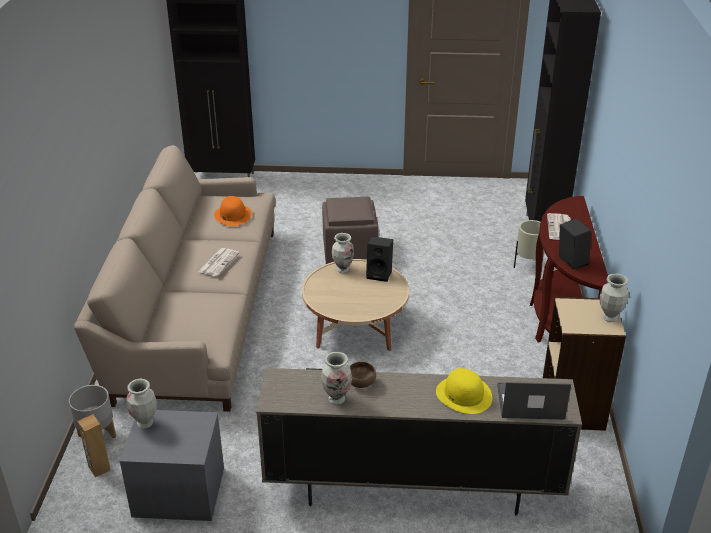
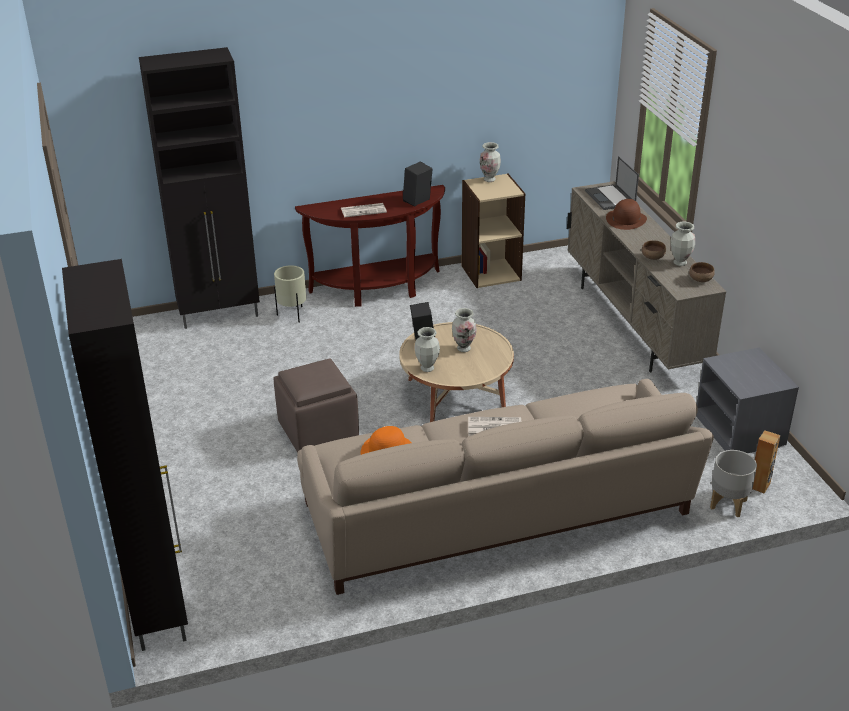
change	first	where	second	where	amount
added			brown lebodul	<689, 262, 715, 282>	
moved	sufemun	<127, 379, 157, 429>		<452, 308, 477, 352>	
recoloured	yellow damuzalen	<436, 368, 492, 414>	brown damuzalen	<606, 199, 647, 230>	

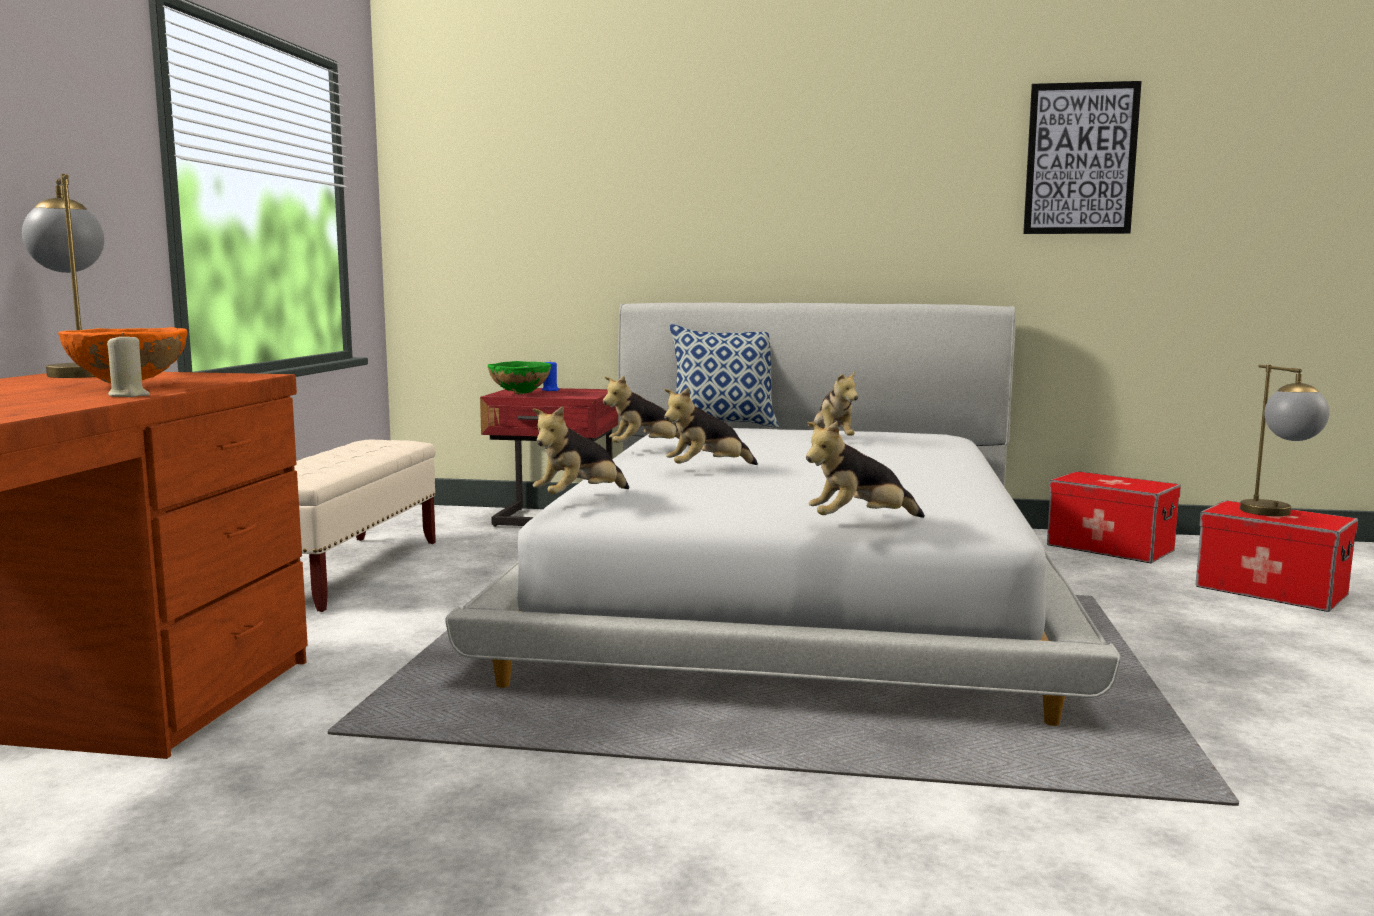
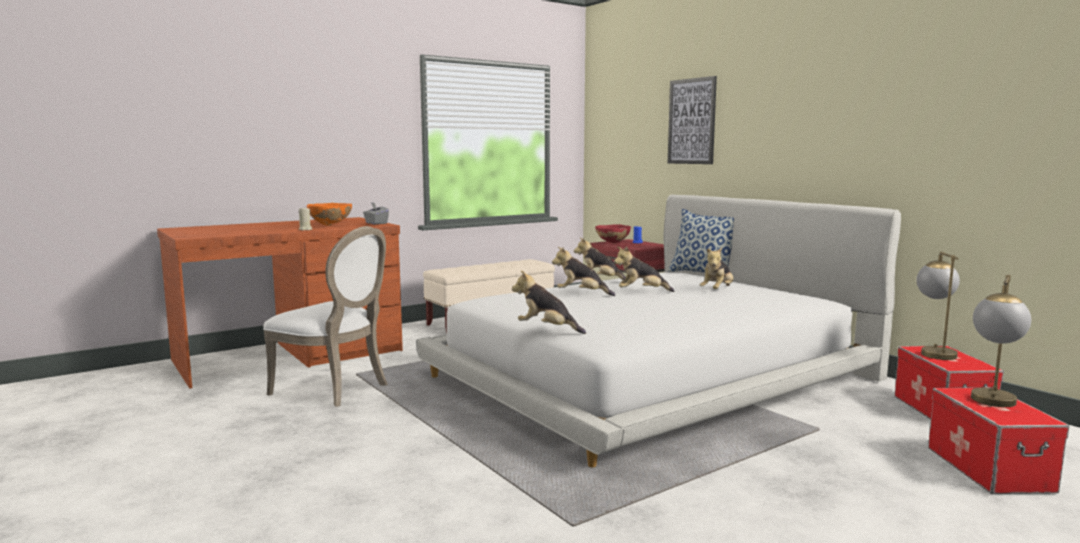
change	first	where	second	where	amount
added			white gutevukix	<263, 226, 387, 407>	
added			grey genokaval	<363, 202, 389, 224>	
moved	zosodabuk	<22, 174, 104, 378>		<916, 252, 960, 360>	
moved	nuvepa	<533, 406, 629, 494>		<614, 246, 675, 292>	
moved	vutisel	<1023, 81, 1142, 234>		<668, 76, 717, 164>	
recoloured	green lebodul	<488, 361, 551, 394>	red lebodul	<595, 225, 631, 243>	

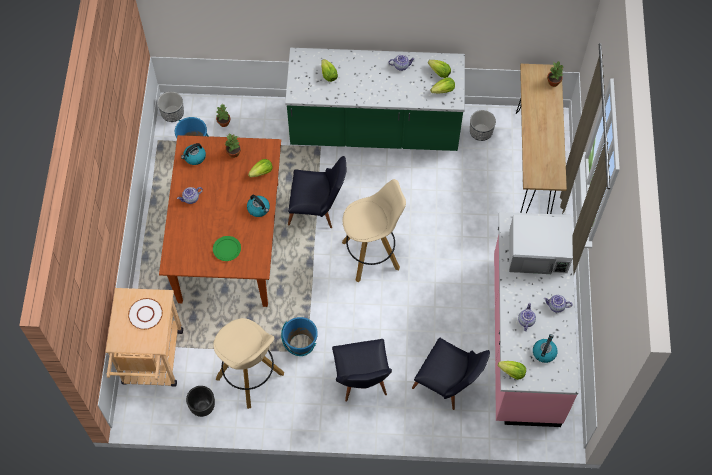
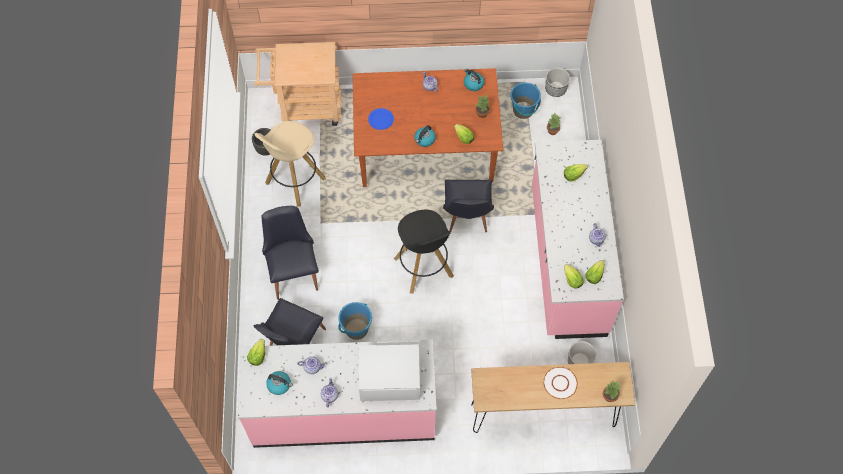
change	first	where	second	where	amount
moved	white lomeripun	<128, 298, 163, 330>		<543, 367, 578, 399>	
moved	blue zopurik	<281, 317, 318, 356>		<338, 302, 372, 340>	
recoloured	green lomeripun	<213, 236, 241, 261>	blue lomeripun	<368, 108, 394, 130>	
recoloured	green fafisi	<285, 48, 465, 151>	pink fafisi	<532, 140, 624, 339>	
recoloured	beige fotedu	<342, 179, 406, 283>	black fotedu	<394, 210, 454, 294>	
turned	black gutevukix	<332, 339, 392, 402>		<262, 206, 319, 300>	90 degrees clockwise
turned	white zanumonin	<509, 215, 573, 274>		<359, 342, 420, 401>	90 degrees clockwise

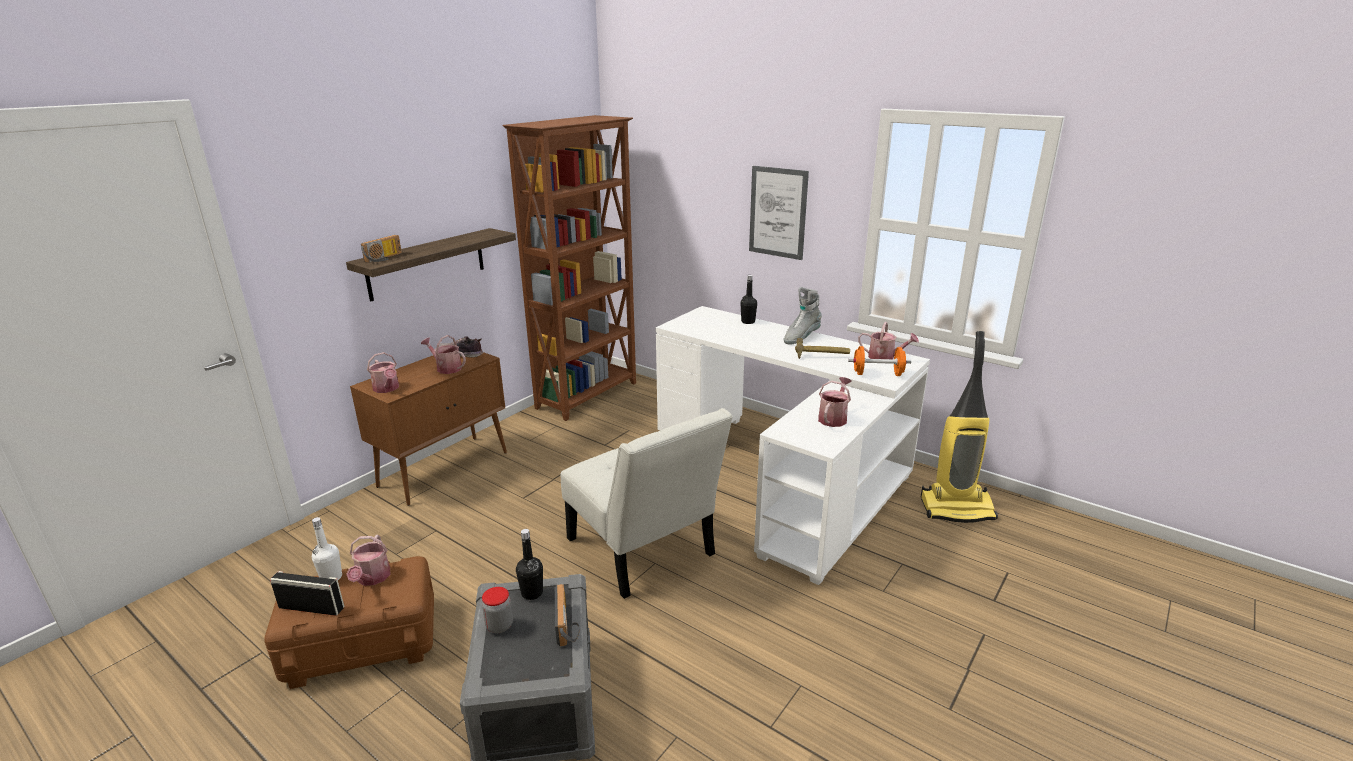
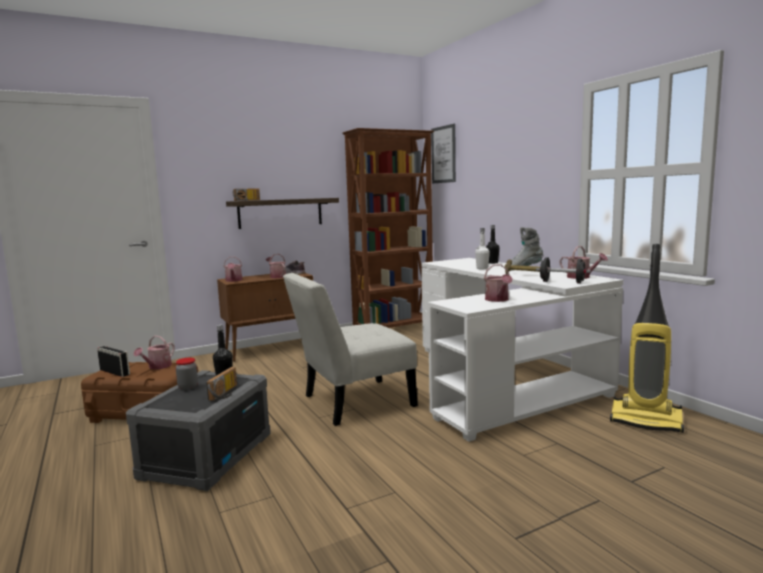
change	first	where	second	where	amount
moved	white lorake	<312, 517, 342, 580>		<475, 228, 490, 269>	
moved	vutisel	<749, 166, 809, 260>		<431, 124, 456, 183>	
recoloured	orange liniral	<848, 346, 911, 376>	black liniral	<536, 257, 591, 284>	
turned	white gutevukix	<561, 408, 733, 599>		<283, 273, 418, 426>	75 degrees clockwise
turned	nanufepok	<818, 377, 851, 427>		<484, 264, 513, 302>	120 degrees clockwise

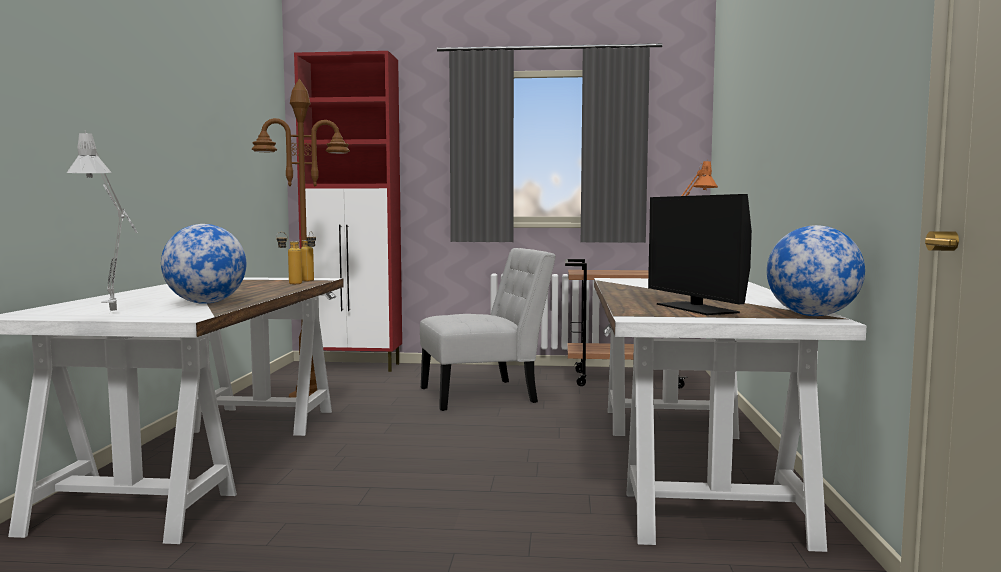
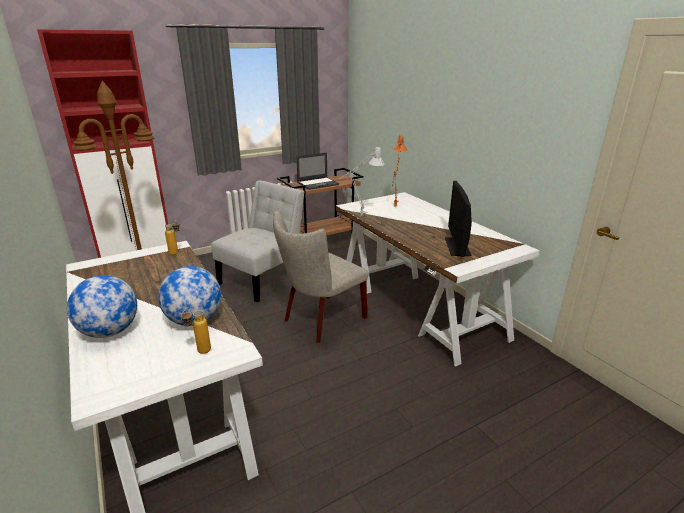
change	first	where	second	where	amount
added			beige gutevukix	<273, 210, 368, 343>	
added			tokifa	<296, 153, 339, 190>	
moved	grey zosodabuk	<67, 130, 138, 311>		<339, 146, 385, 216>	
moved	lorake	<276, 232, 302, 284>		<181, 309, 211, 354>	
moved	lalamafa	<767, 225, 865, 316>		<67, 275, 137, 338>	
turned	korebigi	<648, 194, 752, 315>		<445, 181, 472, 257>	60 degrees clockwise

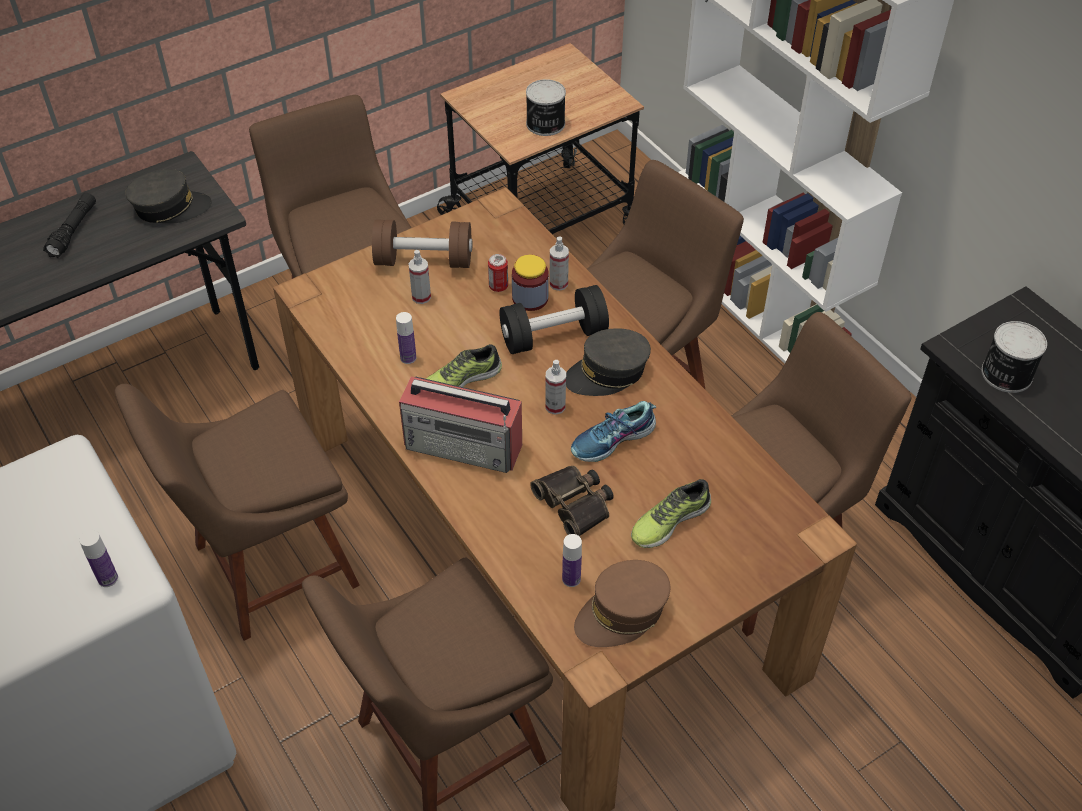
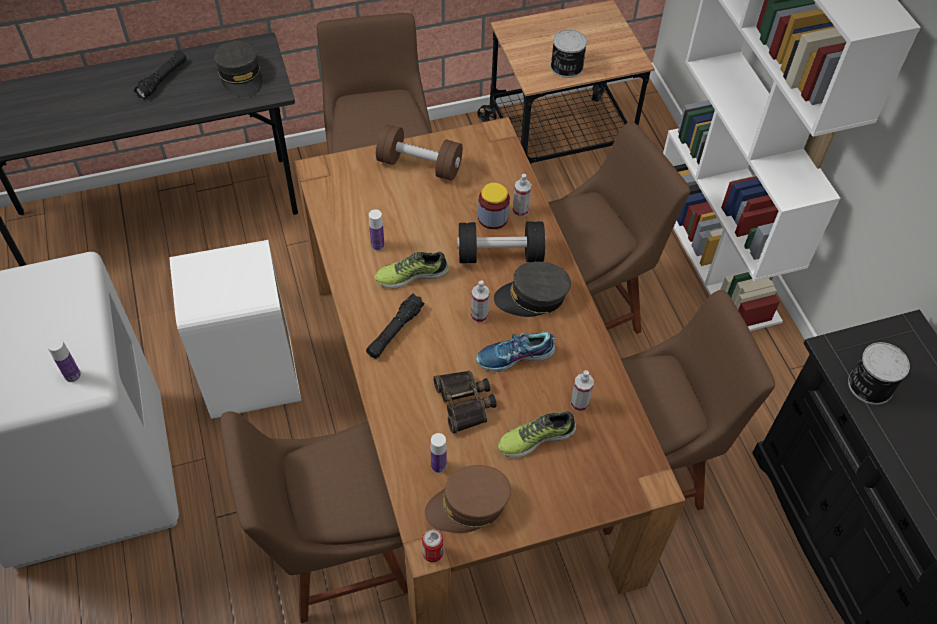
change	first	where	second	where	amount
moved	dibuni	<408, 250, 431, 304>		<571, 370, 594, 412>	
moved	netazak	<488, 254, 508, 292>		<422, 530, 443, 562>	
replaced	brown gutevukix	<115, 384, 360, 641>	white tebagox	<170, 240, 301, 419>	
replaced	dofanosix	<399, 377, 522, 473>	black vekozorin	<366, 293, 424, 359>	
turned	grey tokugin	<125, 169, 212, 224>		<214, 40, 263, 98>	60 degrees clockwise

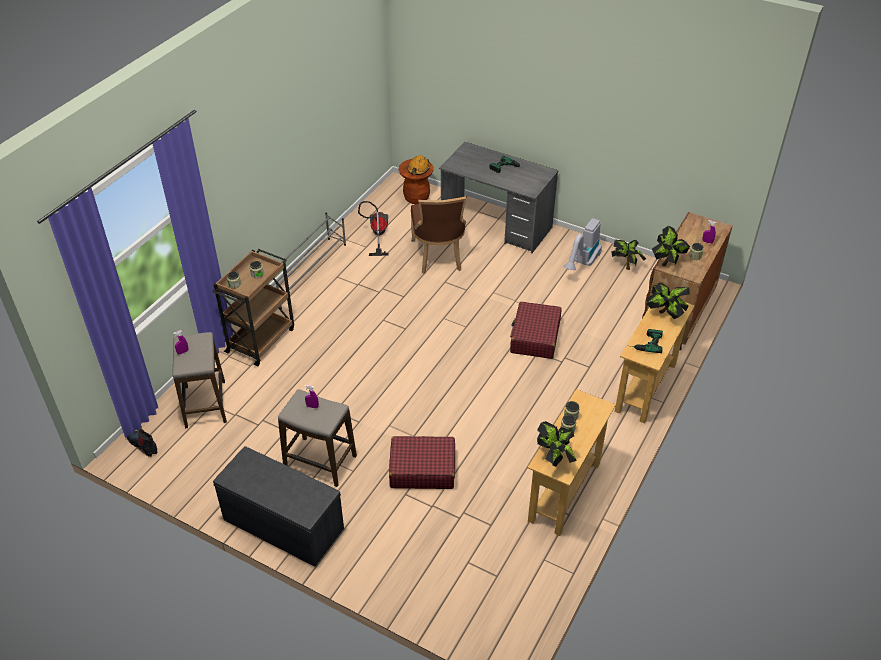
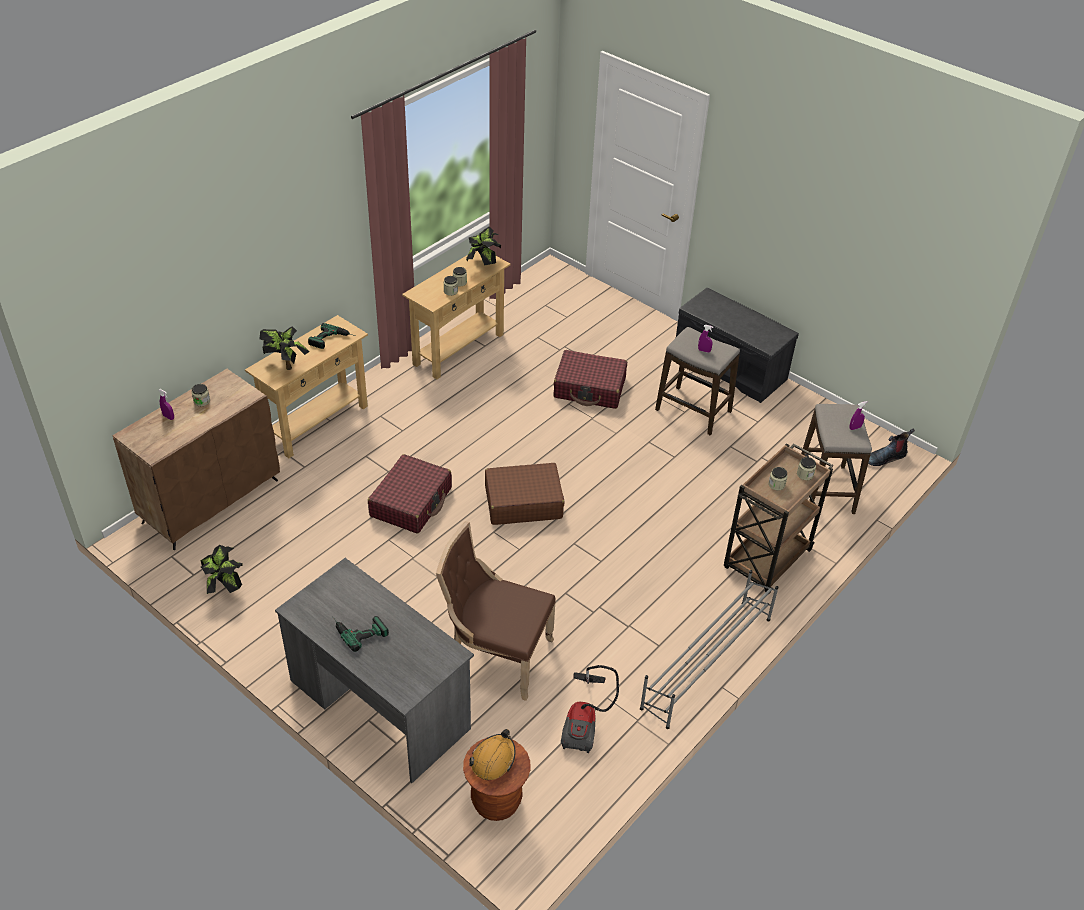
change	first	where	second	where	amount
removed	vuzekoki	<563, 218, 602, 270>			
removed	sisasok	<652, 226, 690, 266>			
added			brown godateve	<485, 463, 564, 525>	
turned	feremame	<127, 428, 157, 457>		<868, 429, 915, 466>	105 degrees clockwise
turned	brown gutevukix	<411, 196, 466, 274>		<436, 521, 556, 701>	75 degrees counterclockwise

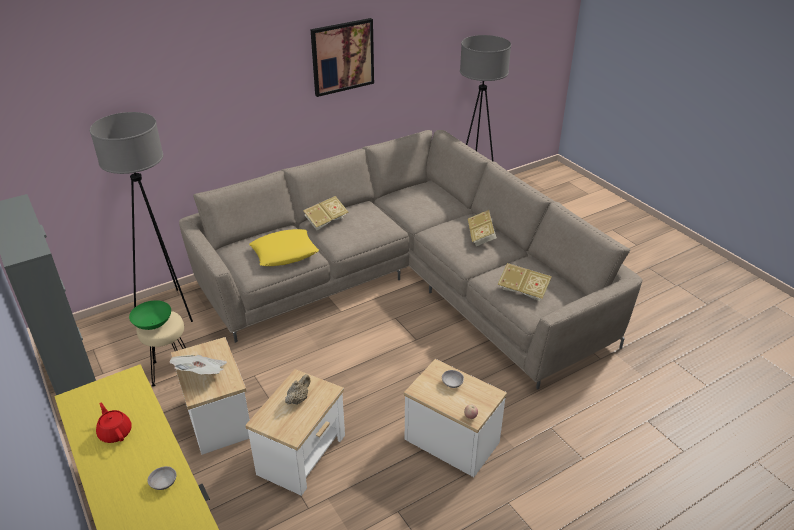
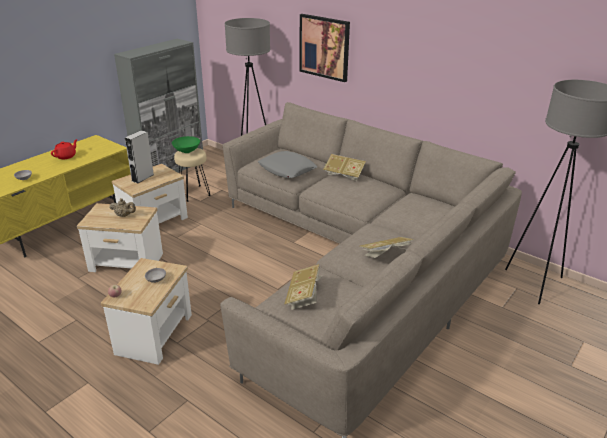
change	first	where	second	where	amount
moved	vutisel	<310, 18, 374, 97>		<299, 14, 350, 82>	
replaced	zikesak	<169, 355, 227, 374>	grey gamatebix	<125, 130, 154, 183>	
recoloured	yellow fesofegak	<249, 229, 319, 266>	grey fesofegak	<258, 151, 318, 178>	

